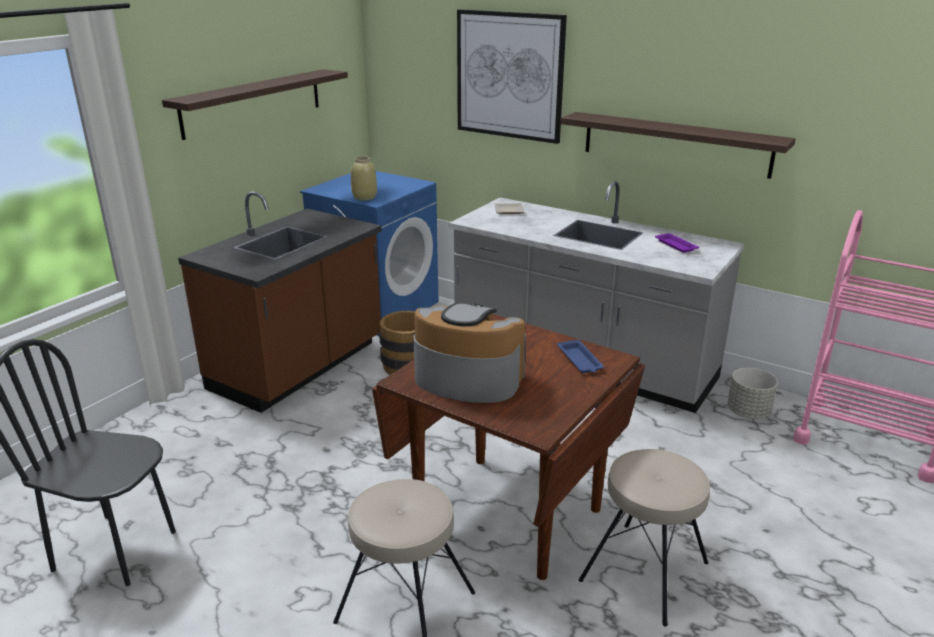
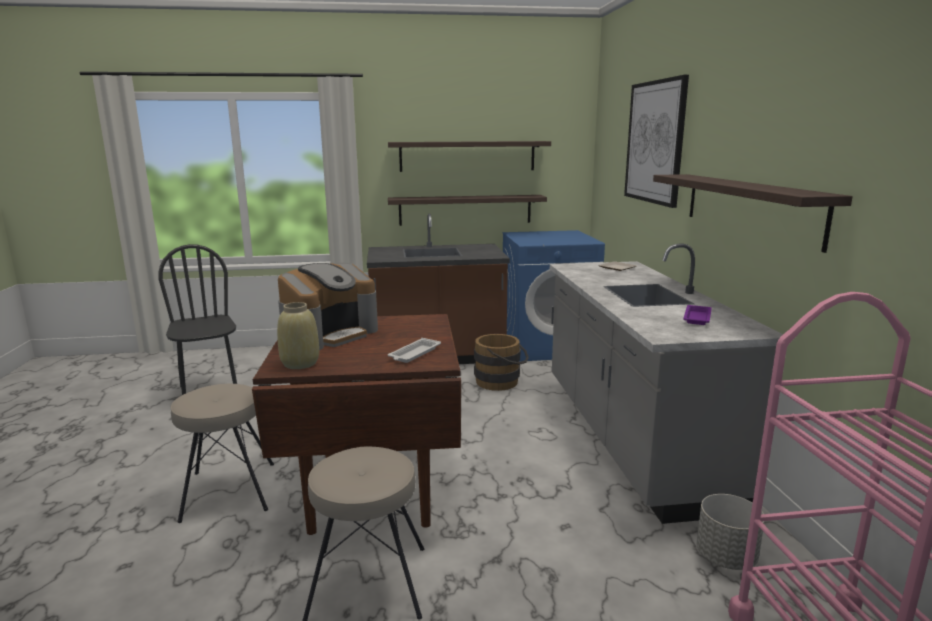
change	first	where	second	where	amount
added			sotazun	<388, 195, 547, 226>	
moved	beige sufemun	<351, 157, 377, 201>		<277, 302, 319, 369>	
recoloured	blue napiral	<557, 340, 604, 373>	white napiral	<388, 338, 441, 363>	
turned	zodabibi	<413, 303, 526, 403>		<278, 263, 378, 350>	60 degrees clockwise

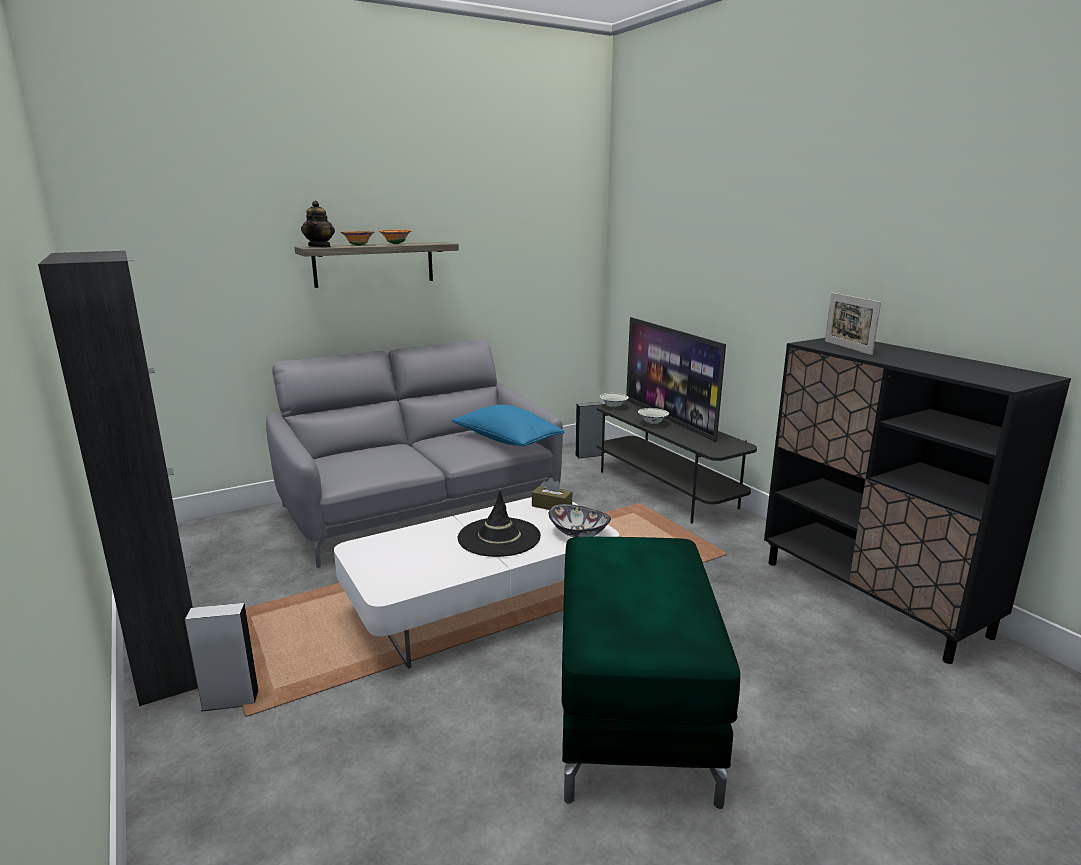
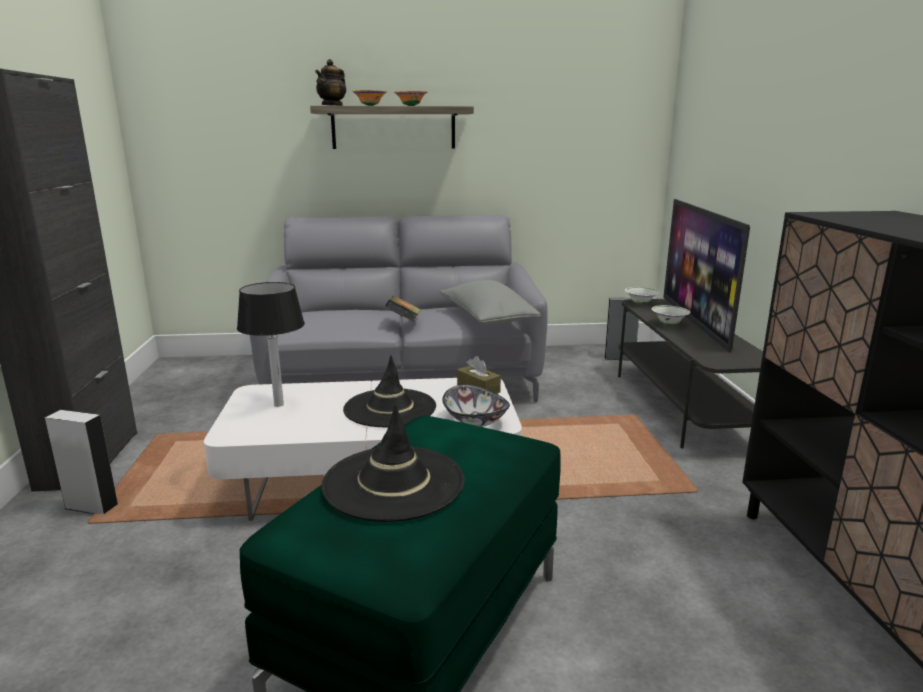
change	first	where	second	where	amount
removed	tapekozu	<825, 293, 881, 355>			
added			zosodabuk	<237, 282, 305, 407>	
added			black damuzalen	<322, 404, 464, 522>	
added			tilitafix	<385, 296, 421, 322>	
recoloured	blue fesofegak	<452, 404, 564, 447>	grey fesofegak	<440, 280, 541, 324>	

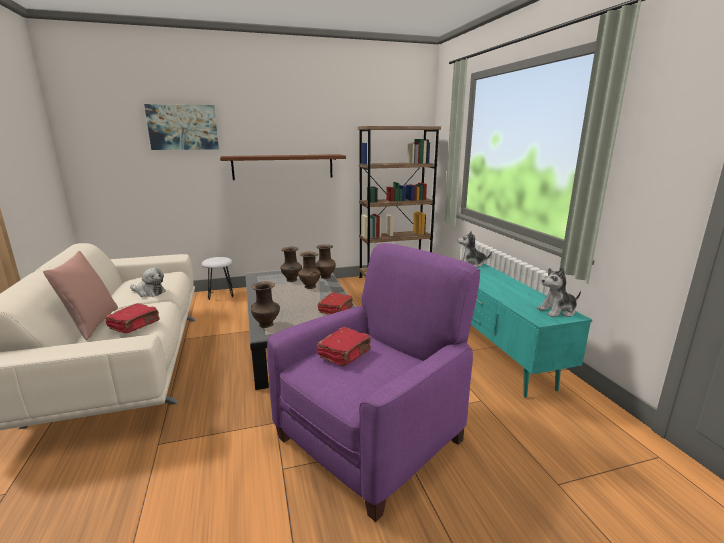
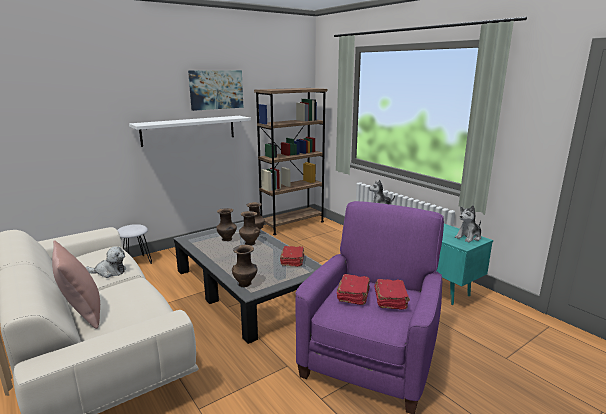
change	first	where	second	where	amount
moved	red tilitafix	<105, 303, 160, 334>		<374, 279, 410, 310>	
moved	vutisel	<144, 104, 219, 150>		<188, 70, 243, 111>	
recoloured	brown sotazun	<220, 154, 346, 180>	white sotazun	<129, 116, 251, 147>	

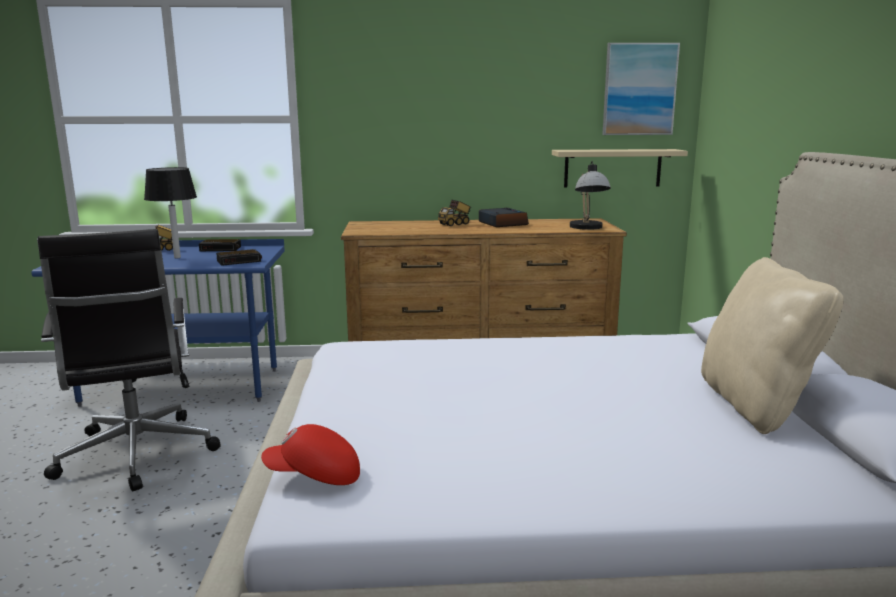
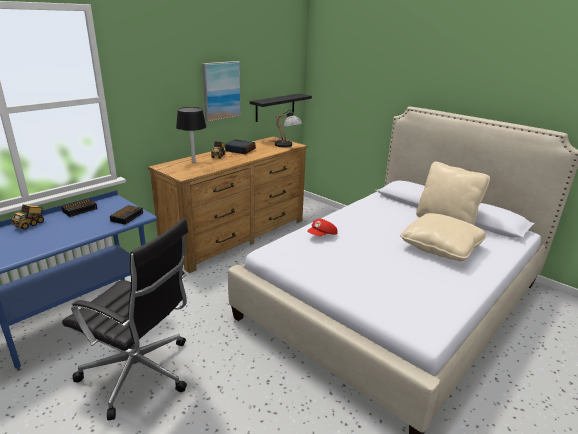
change	first	where	second	where	amount
added			beige fesofegak	<400, 213, 487, 261>	
moved	black zosodabuk	<144, 167, 197, 259>		<176, 107, 207, 163>	
moved	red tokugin	<261, 424, 360, 485>		<307, 219, 338, 236>	
moved	vutisel	<602, 43, 680, 135>		<202, 61, 241, 122>	
recoloured	beige sotazun	<552, 149, 688, 187>	black sotazun	<250, 94, 312, 122>	

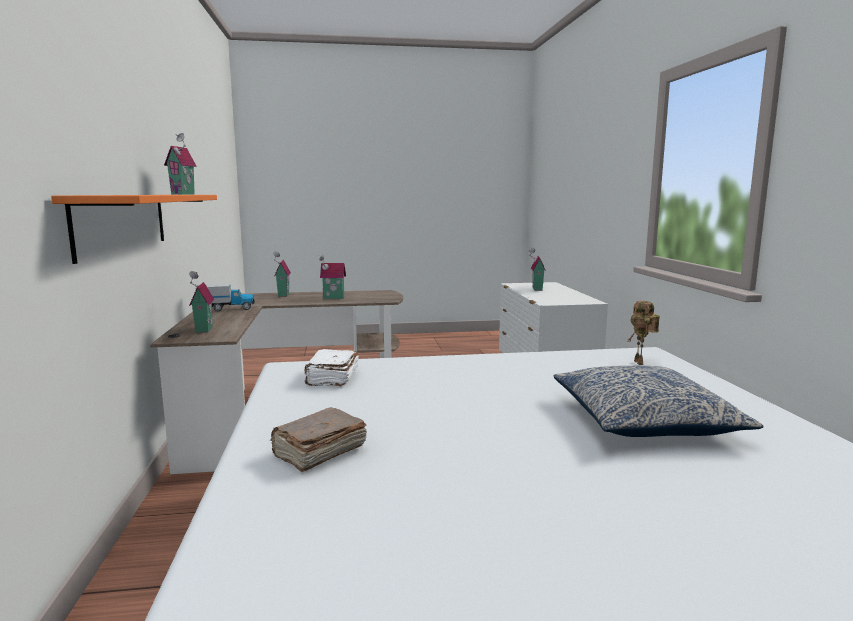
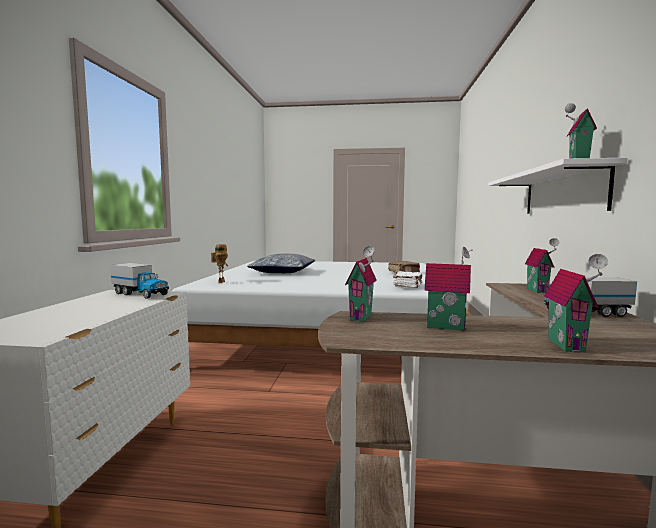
change	first	where	second	where	amount
added			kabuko	<110, 263, 169, 299>	
moved	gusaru	<529, 247, 546, 291>		<345, 245, 377, 322>	
recoloured	orange sotazun	<51, 195, 217, 264>	white sotazun	<488, 158, 627, 214>	

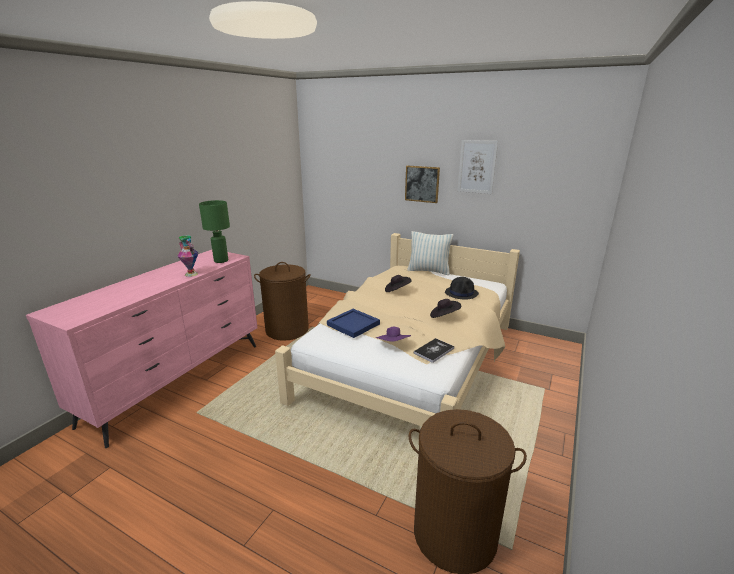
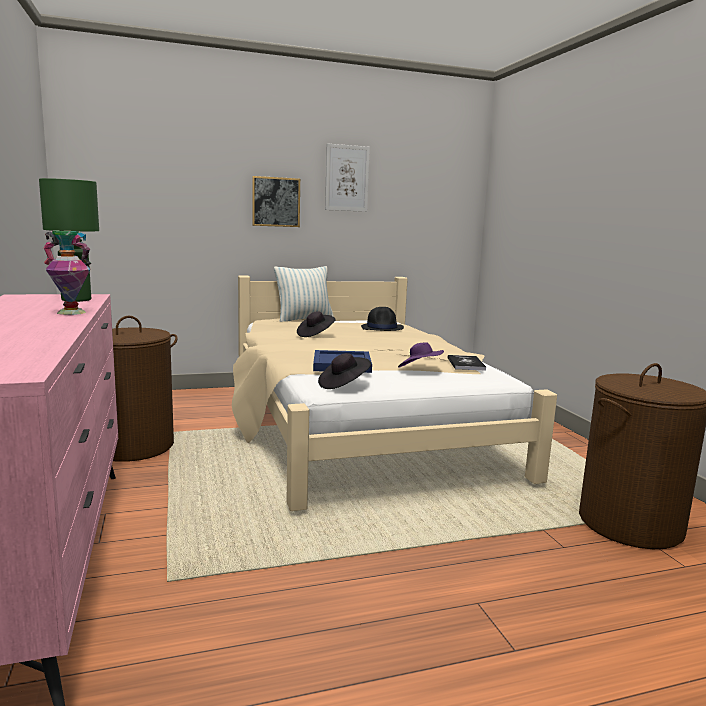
change	first	where	second	where	amount
moved	black damuzalen	<430, 299, 461, 318>		<318, 353, 371, 389>	

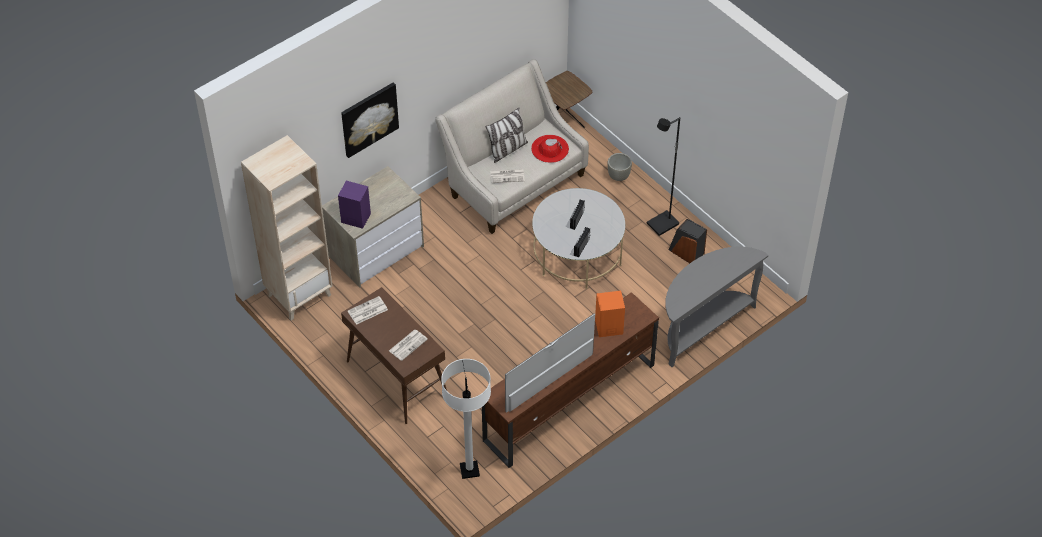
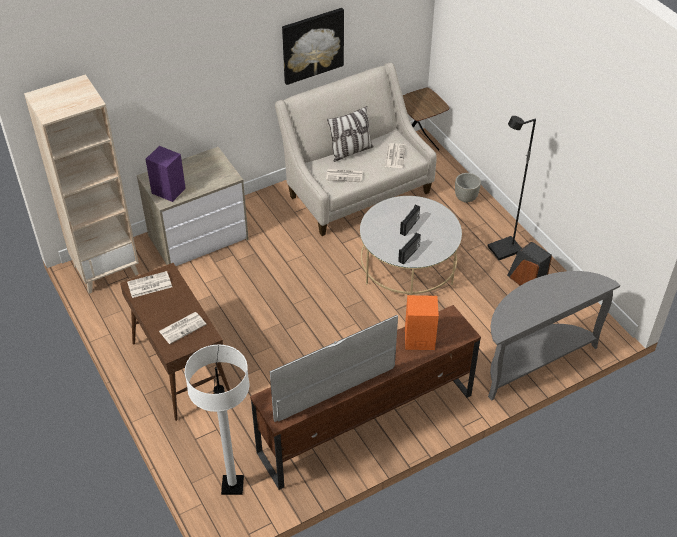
change	first	where	second	where	amount
moved	vutisel	<341, 82, 399, 158>		<282, 8, 344, 85>	
replaced	red damuzalen	<531, 135, 569, 163>	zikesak	<385, 143, 406, 168>	

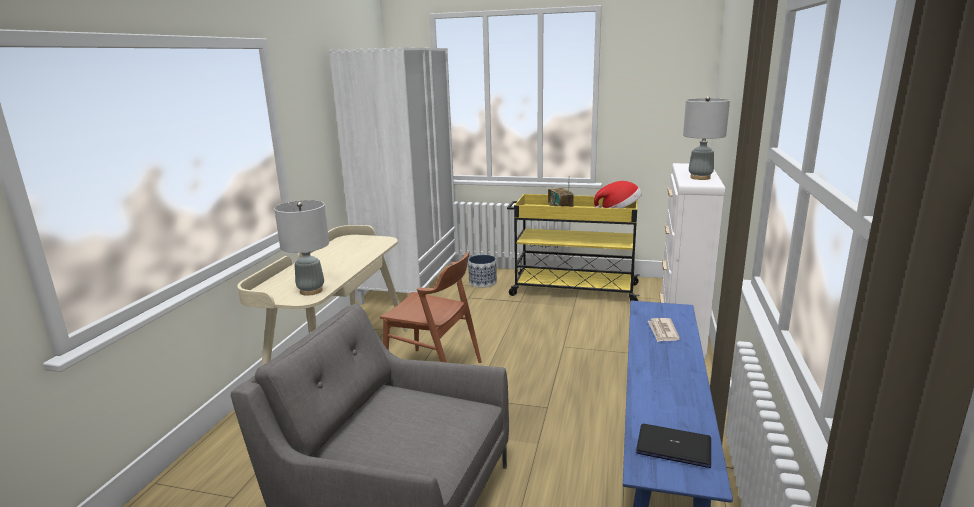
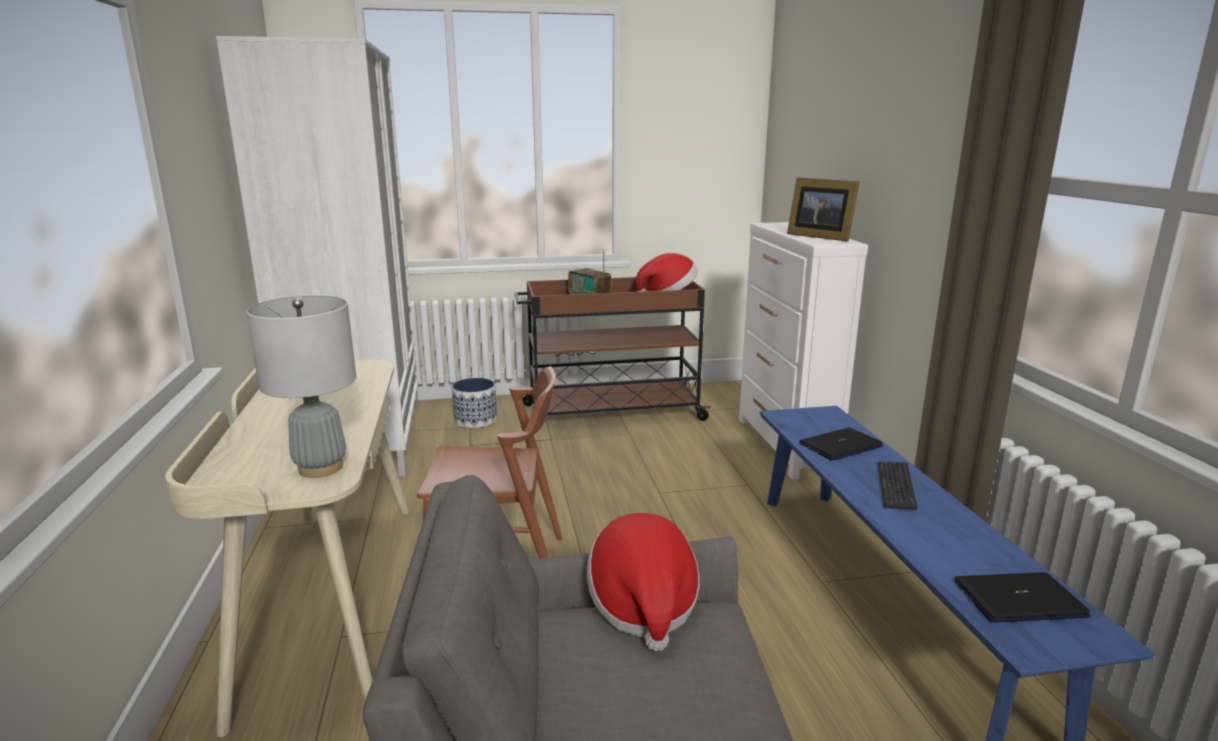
change	first	where	second	where	amount
added			damuzalen	<587, 513, 699, 651>	
added			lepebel	<877, 462, 917, 509>	
replaced	zikesak	<648, 318, 680, 342>	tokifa	<799, 427, 883, 461>	
replaced	grey zosodabuk	<683, 96, 730, 180>	tapekozu	<787, 178, 860, 241>	
recoloured	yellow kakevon	<507, 194, 640, 302>	brown kakevon	<515, 277, 711, 421>	

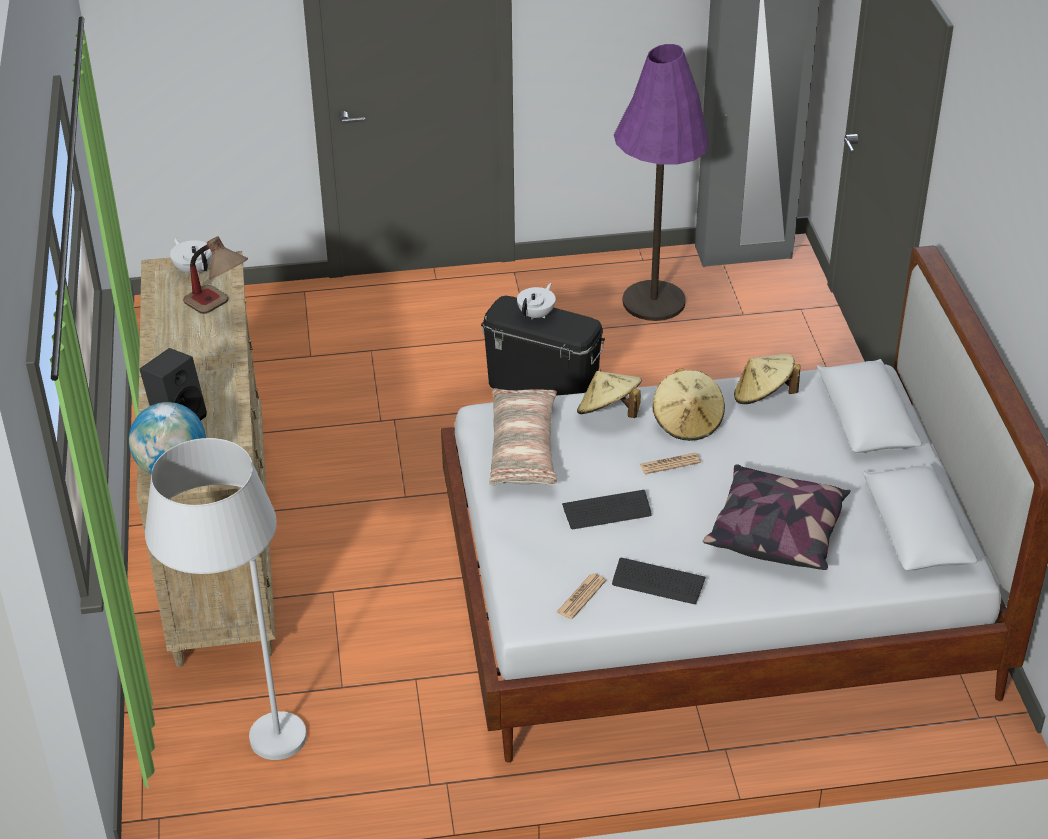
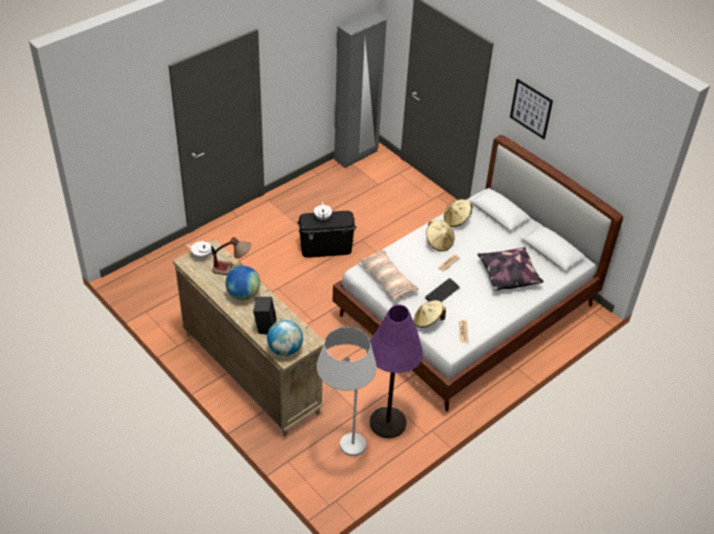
change	first	where	second	where	amount
removed	lepebel	<612, 558, 706, 604>			
added			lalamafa	<226, 266, 260, 300>	
added			vutisel	<510, 78, 553, 139>	
moved	beige damuzalen	<577, 371, 642, 418>		<414, 300, 446, 328>	
moved	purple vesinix	<614, 44, 709, 321>		<367, 305, 423, 438>	

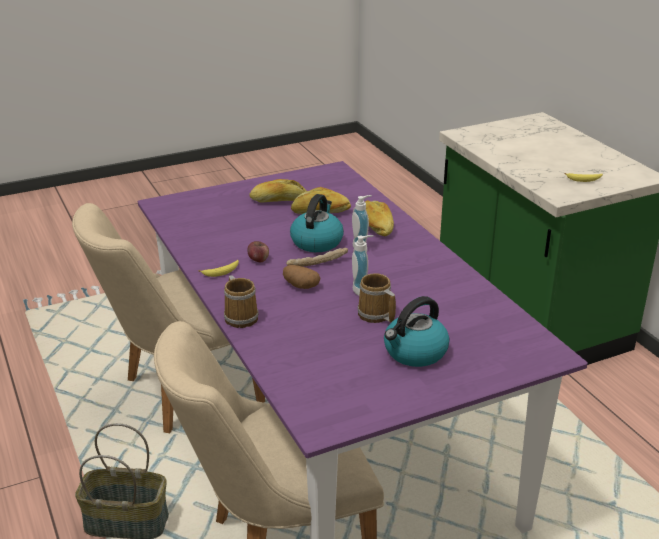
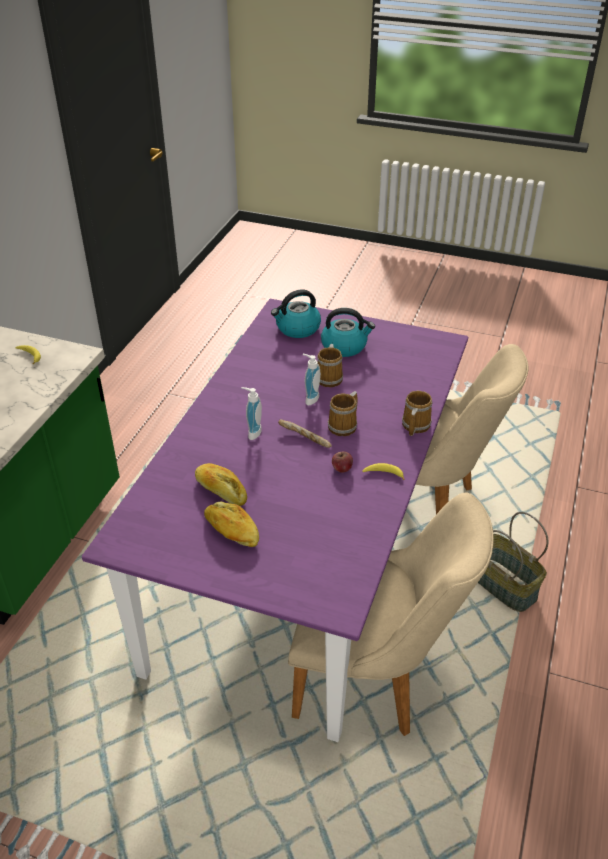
change	first	where	second	where	amount
removed	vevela	<365, 200, 394, 236>			
moved	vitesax	<290, 194, 344, 252>		<271, 290, 321, 338>	
replaced	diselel	<283, 265, 320, 289>	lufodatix	<328, 391, 358, 436>	

